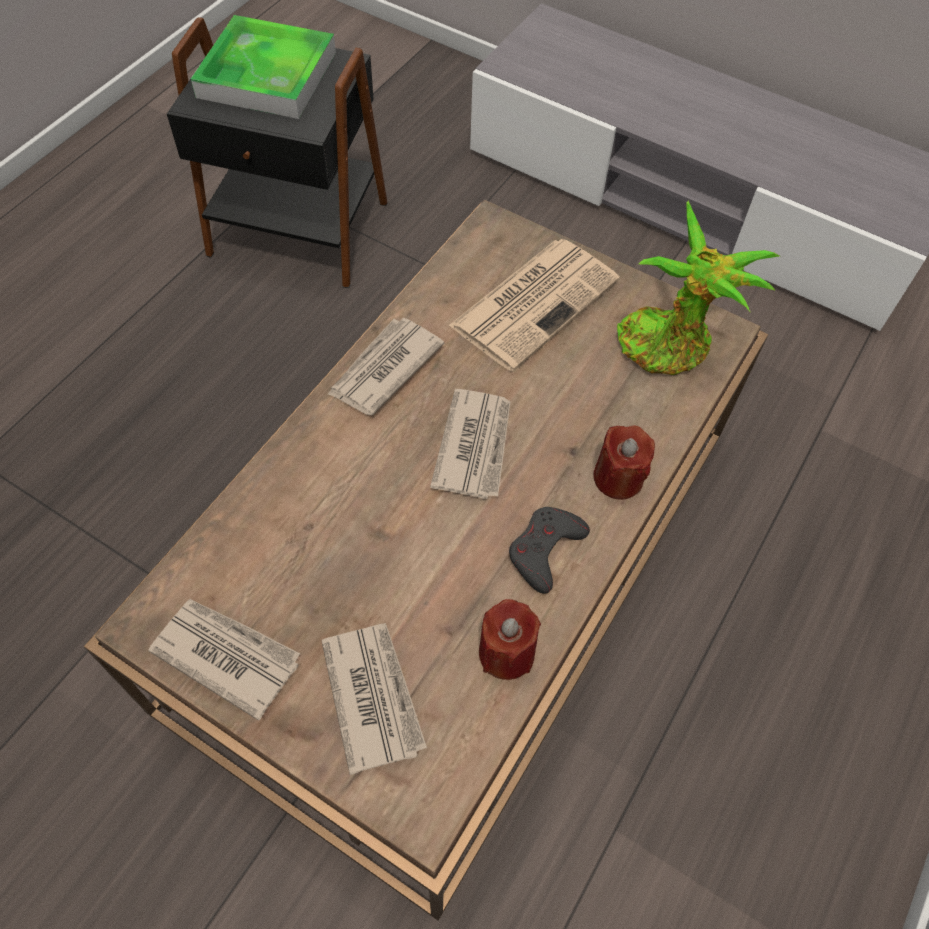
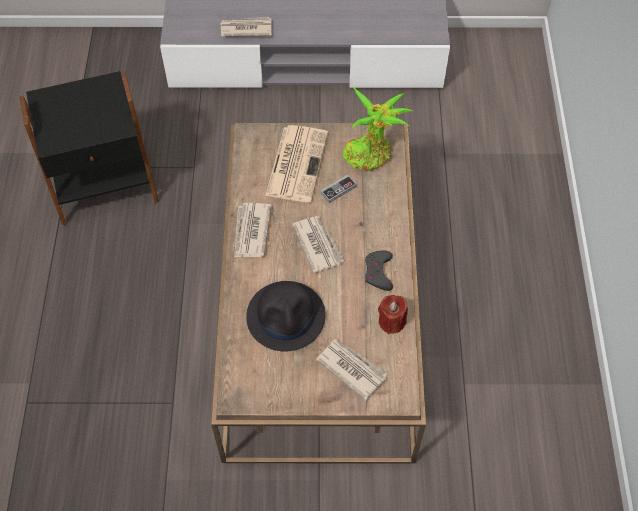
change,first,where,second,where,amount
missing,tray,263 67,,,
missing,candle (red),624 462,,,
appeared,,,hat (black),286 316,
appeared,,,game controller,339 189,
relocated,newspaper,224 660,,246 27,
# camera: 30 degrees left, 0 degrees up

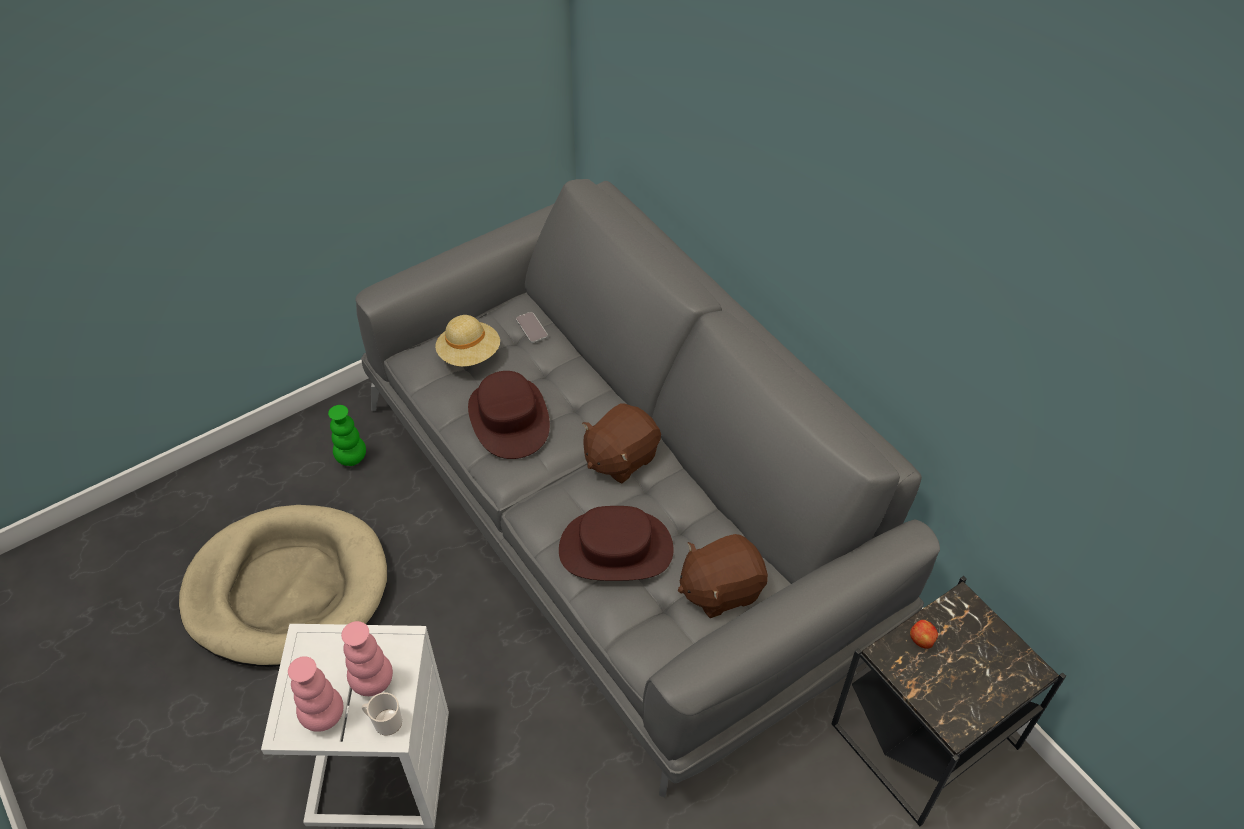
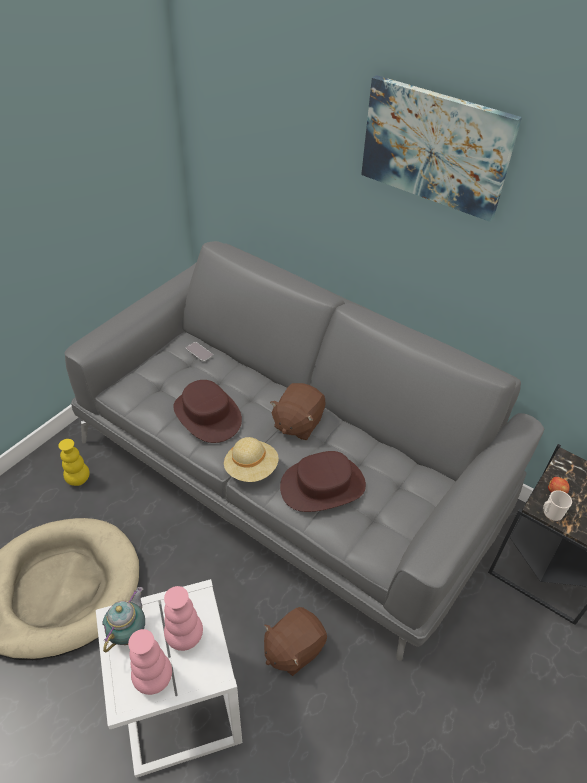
change,first,where,second,where,amount
appeared,,,teapot,123 620,
appeared,,,picture,441 148,
relocated,mug,381 714,,557 505,
relocated,hat (beige),467 341,,251 459,
relocated,plush toy (brown),723 576,,295 641,
colour,vase (green),347 435,vase (yellow),74 462,
# camera: 20 degrees left, 5 degrees down

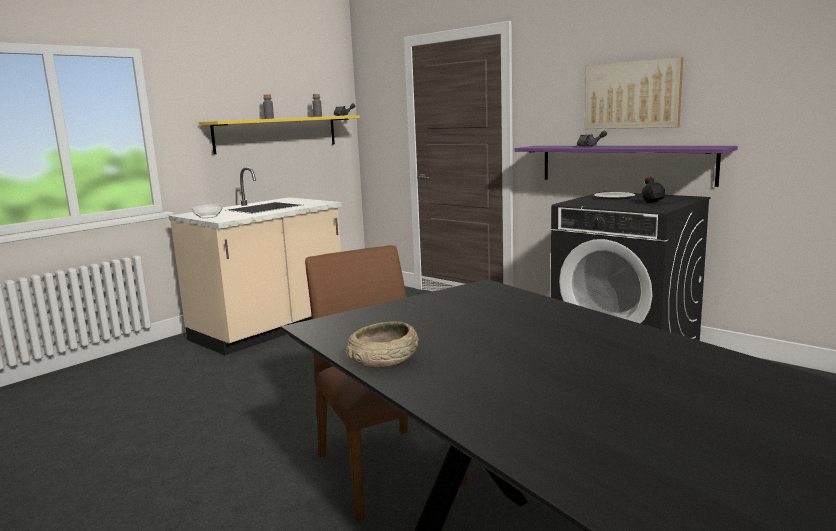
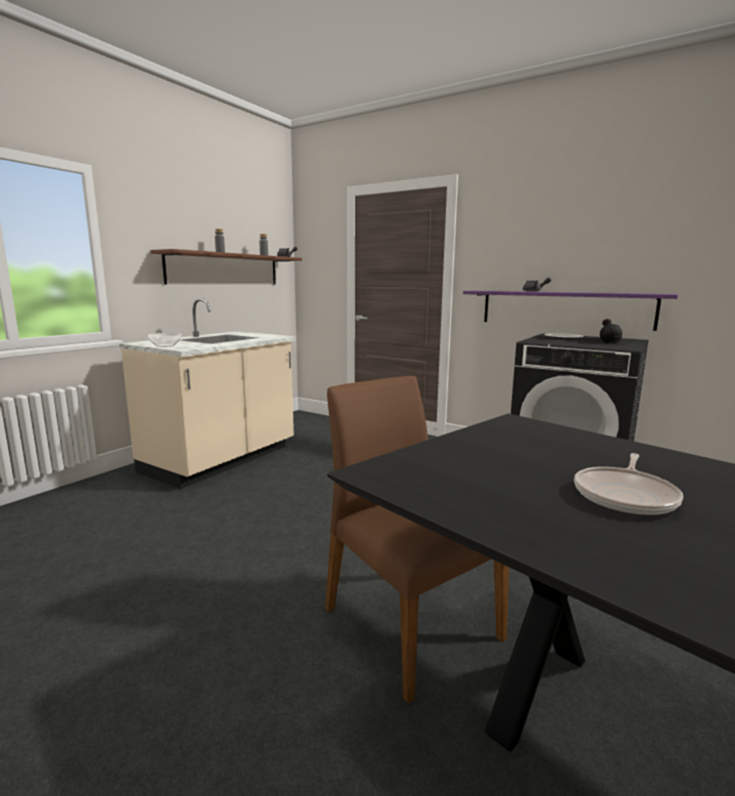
change,first,where,second,where,amount
missing,bowl (beige),382 344,,,
missing,picture,634 93,,,
appeared,,,frying pan,628 484,
colour,shelf (yellow),279 134,shelf (brown),226 267,
# camera: 10 degrees left, 0 degrees up

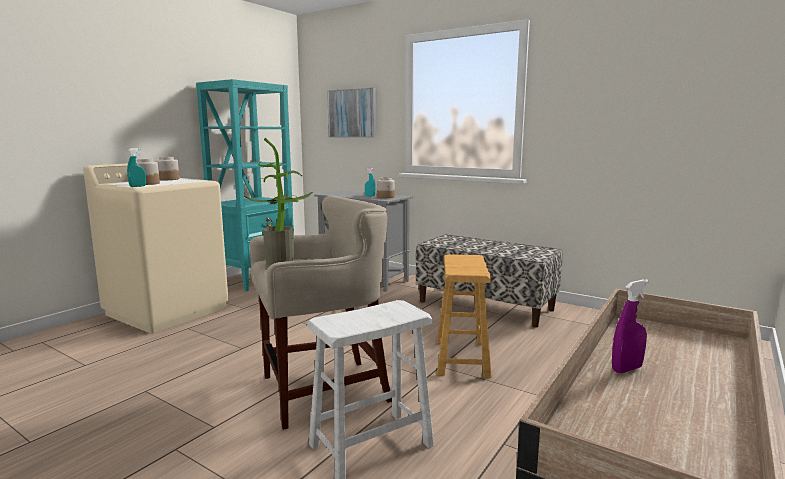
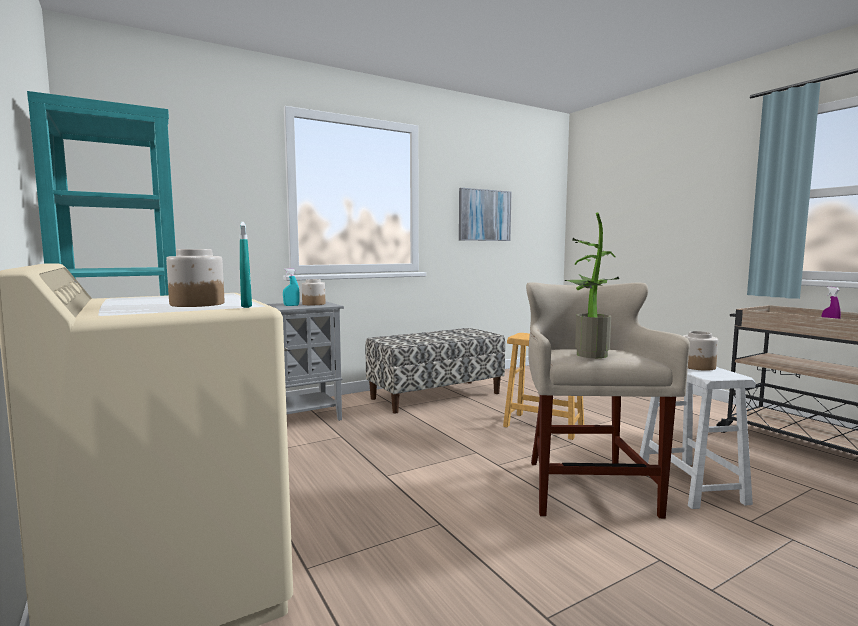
change,first,where,second,where,amount
relocated,jar,167 168,,700 351,
relocated,picture,351 113,,485 214,
# camera: 65 degrees left, 5 degrees down

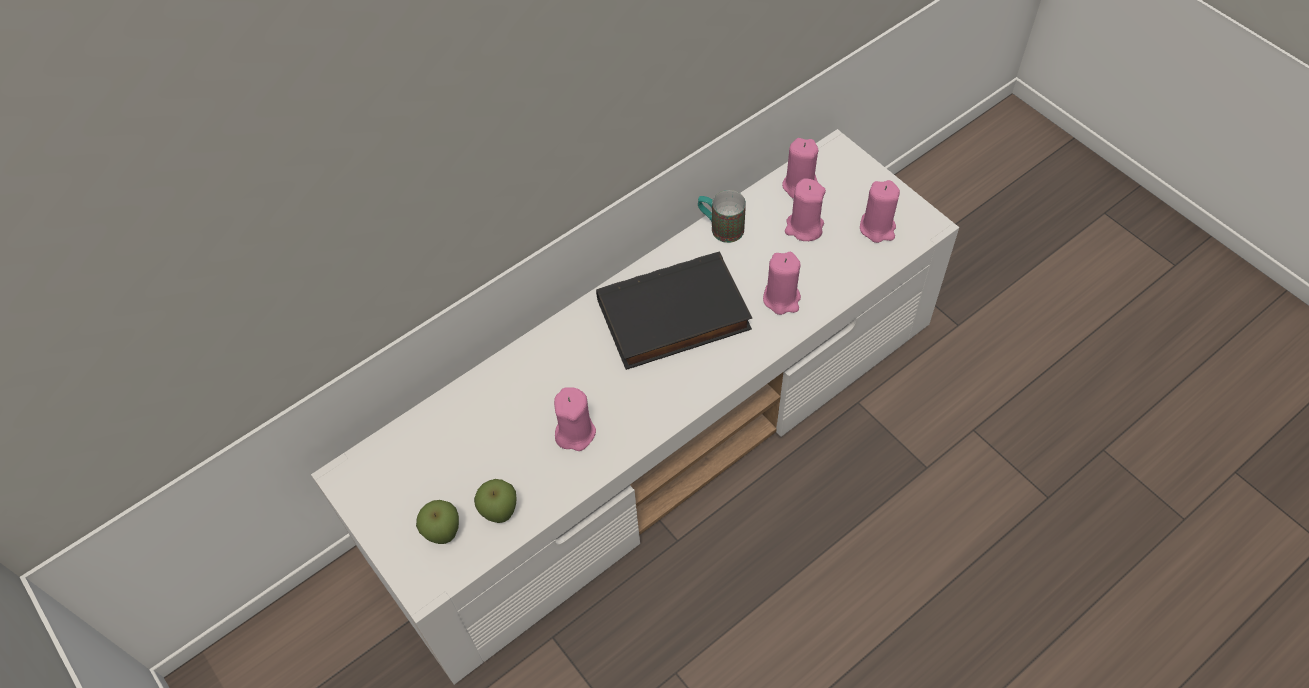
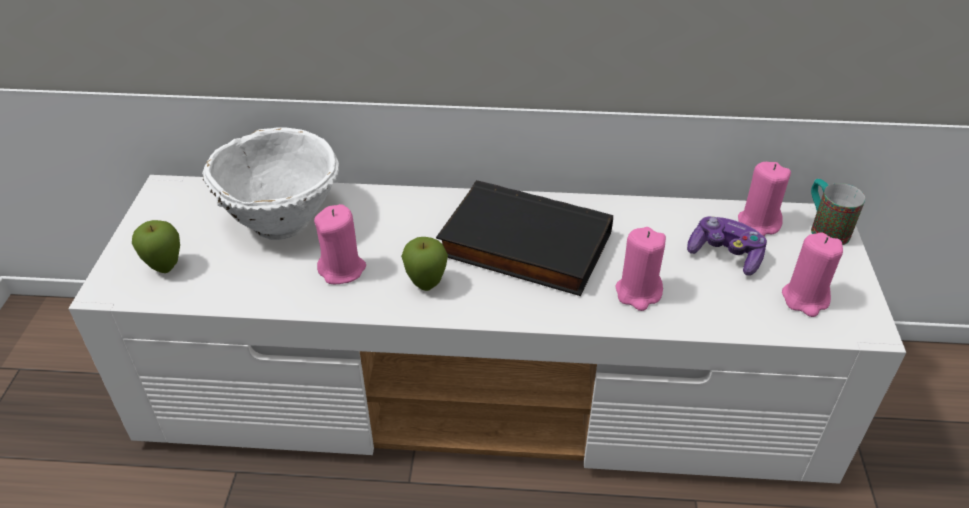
change,first,where,second,where,amount
appeared,,,bowl (white),270 183,
relocated,apple,495 501,,424 264,
relocated,mug,722 216,,838 212,
exchanged,candle (pink),805 210,game controller,727 246,
# camera: 40 degrees right, 15 degrees down

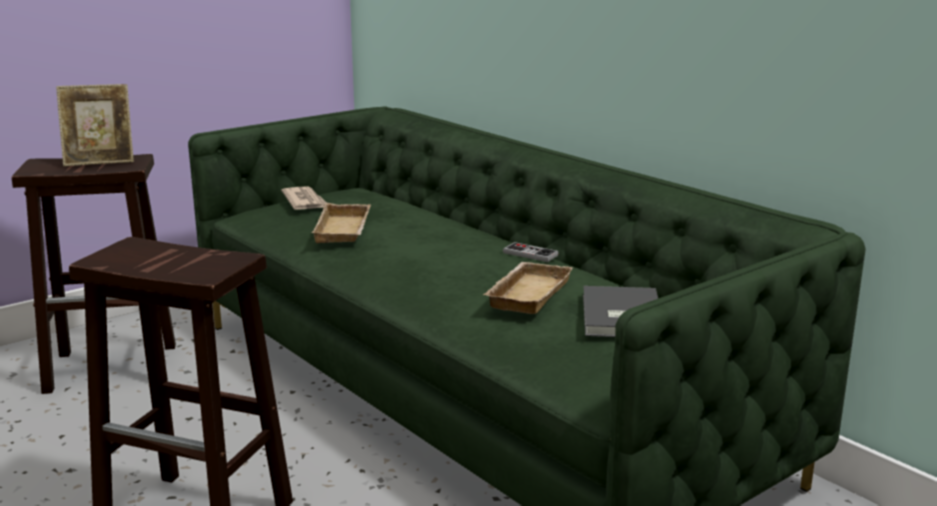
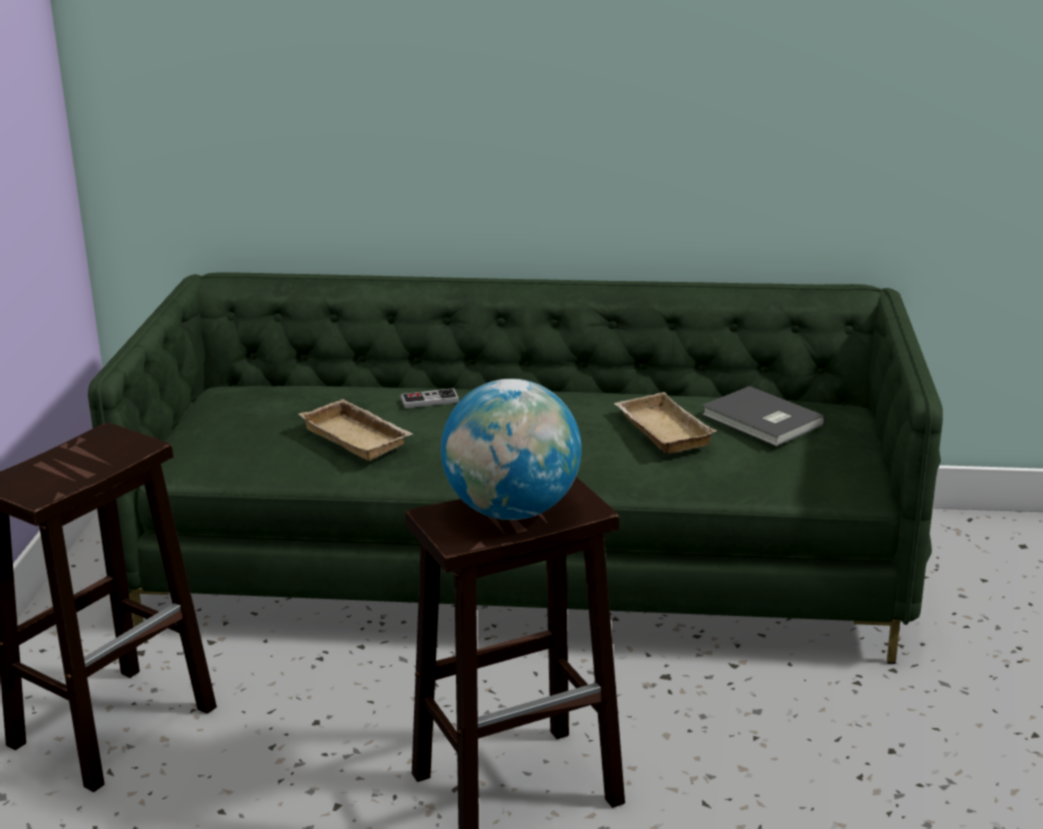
change,first,where,second,where,amount
missing,picture frame,95 125,,,
missing,newspaper,304 198,,,
appeared,,,globe,511 449,
relocated,game controller,531 252,,429 398,
# camera: 45 degrees left, 5 degrees up

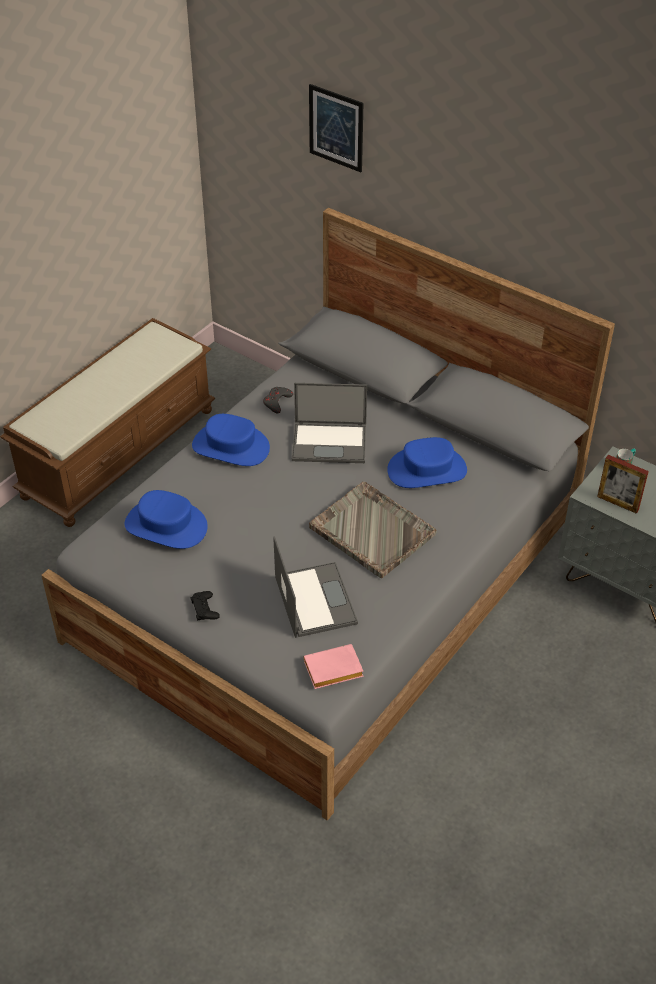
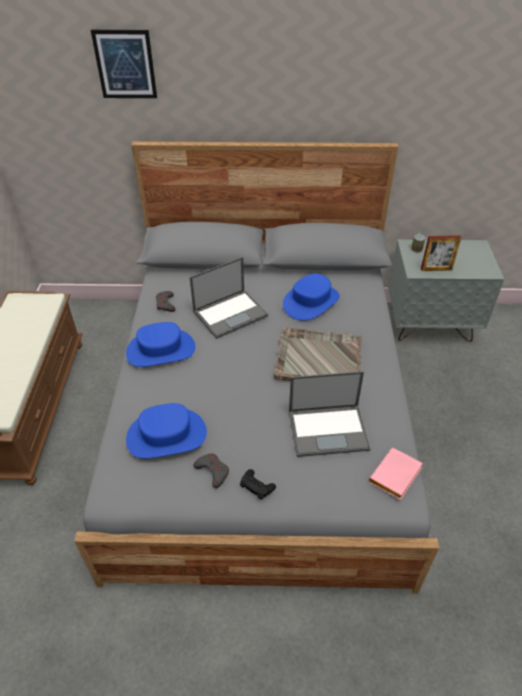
change,first,where,second,where,amount
appeared,,,game controller (grey),211 470,
spun,laptop,315 587,,330 414,135 degrees clockwise
# camera: 35 degrees left, 0 degrees up

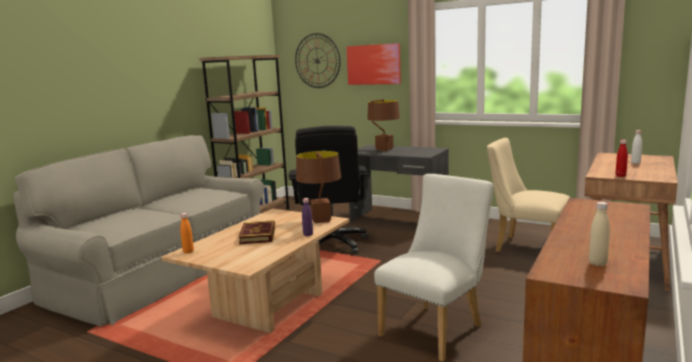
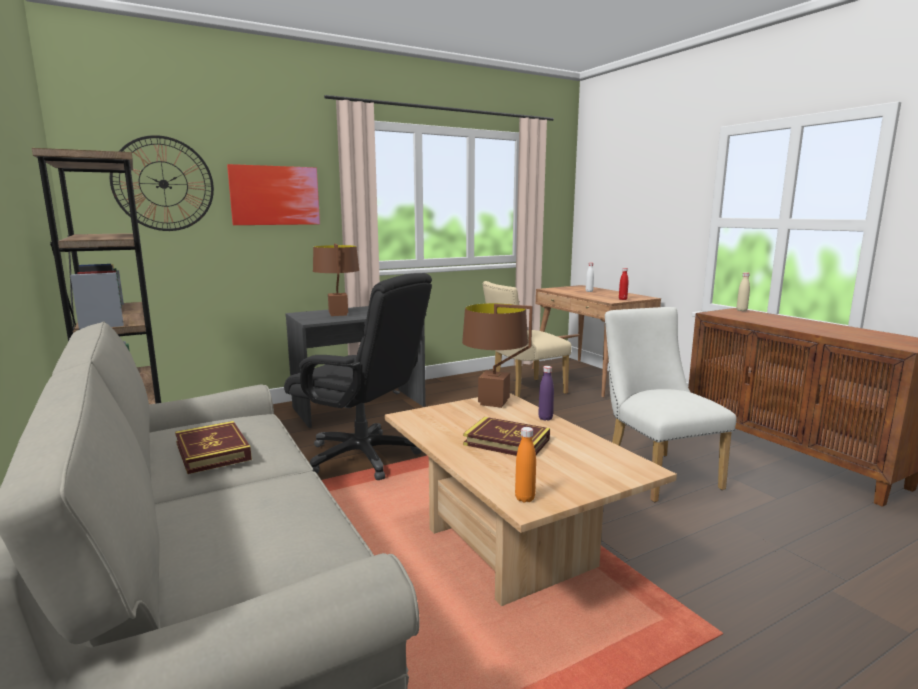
change,first,where,second,where,amount
appeared,,,book,213 447,
relocated,bottle (beige),599 234,,743 291,
# camera: 60 degrees left, 0 degrees up

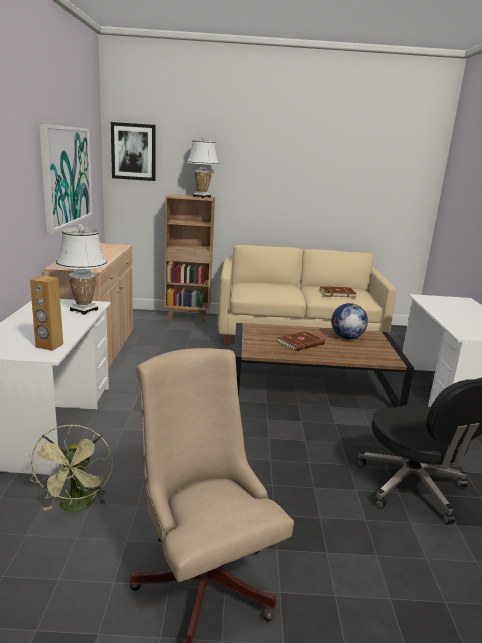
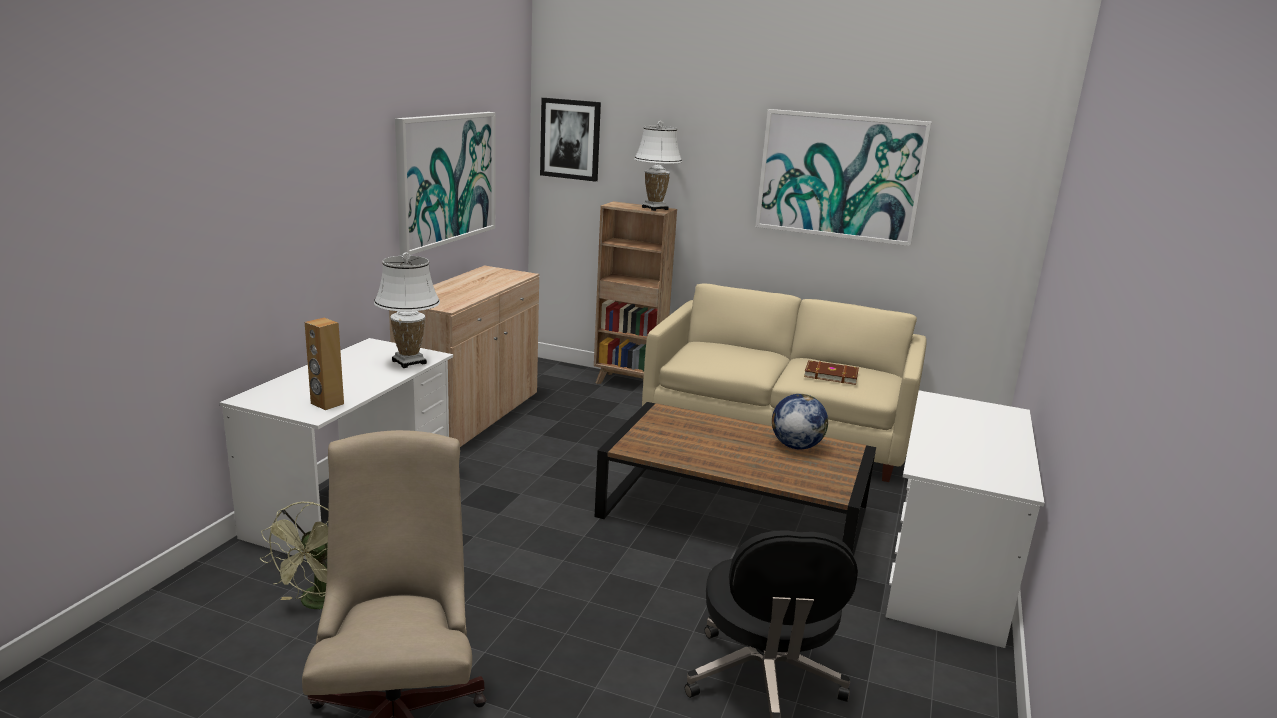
change,first,where,second,where,amount
missing,book (brown),301 341,,,
appeared,,,picture,843 177,
# camera: 20 degrees right, 0 degrees up

